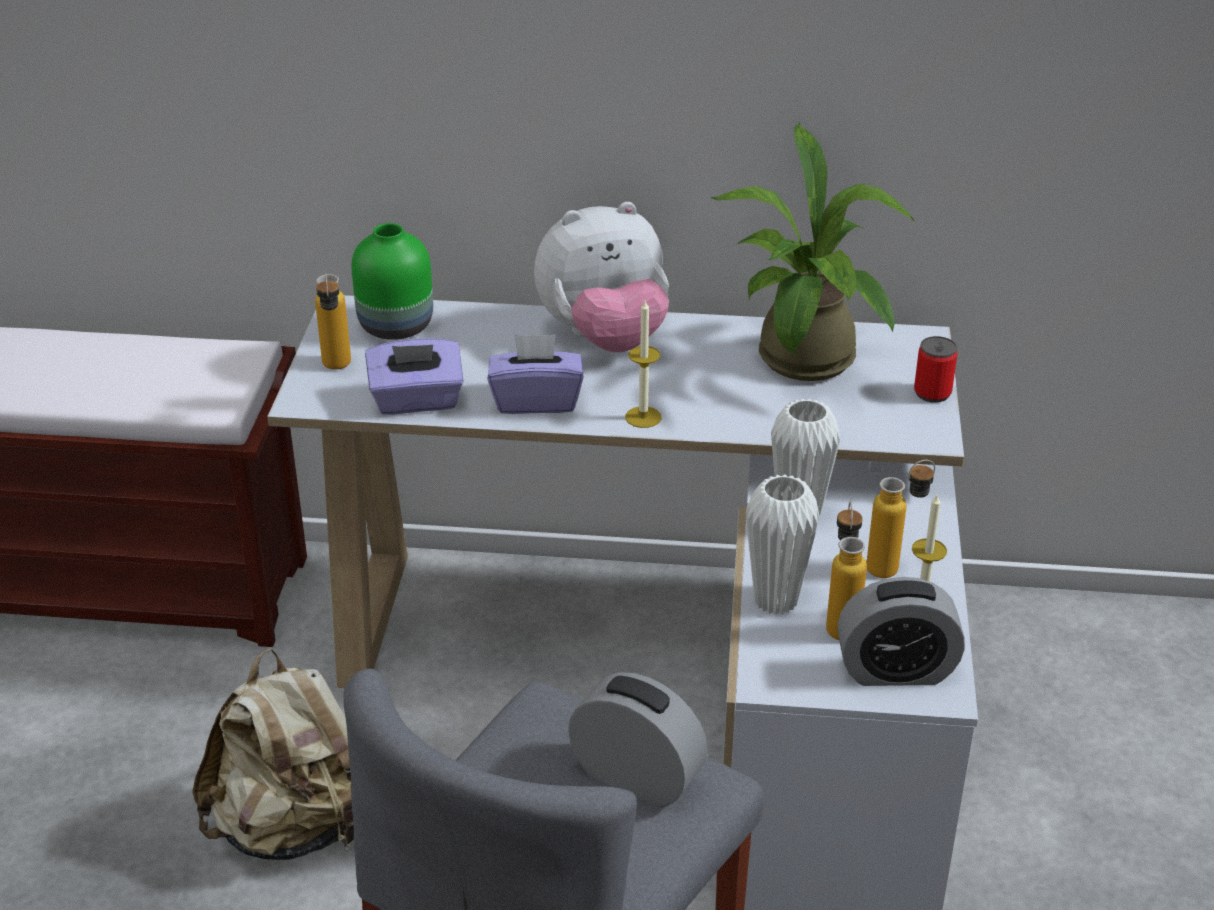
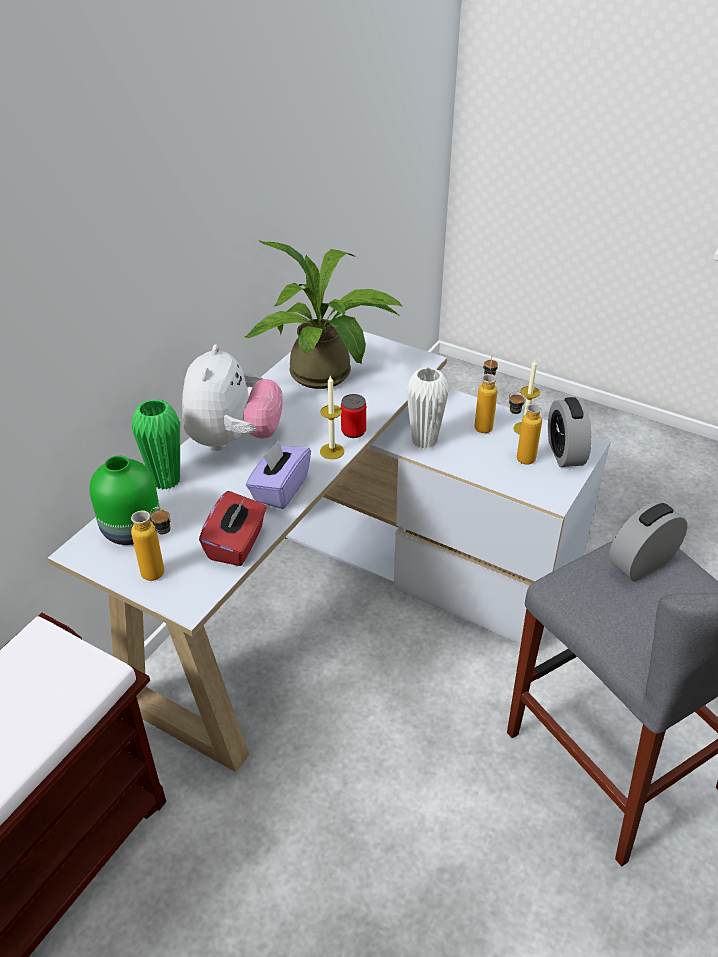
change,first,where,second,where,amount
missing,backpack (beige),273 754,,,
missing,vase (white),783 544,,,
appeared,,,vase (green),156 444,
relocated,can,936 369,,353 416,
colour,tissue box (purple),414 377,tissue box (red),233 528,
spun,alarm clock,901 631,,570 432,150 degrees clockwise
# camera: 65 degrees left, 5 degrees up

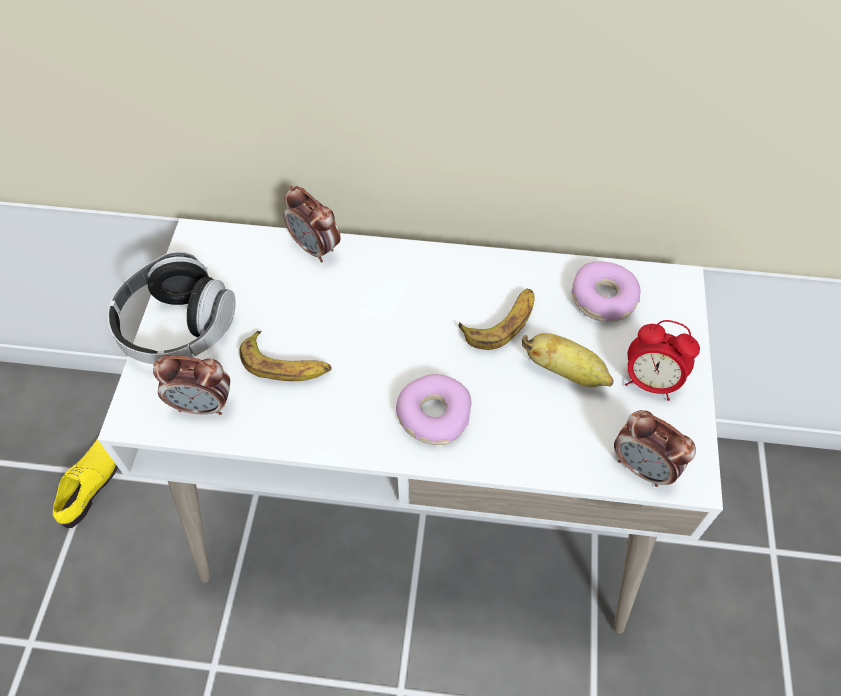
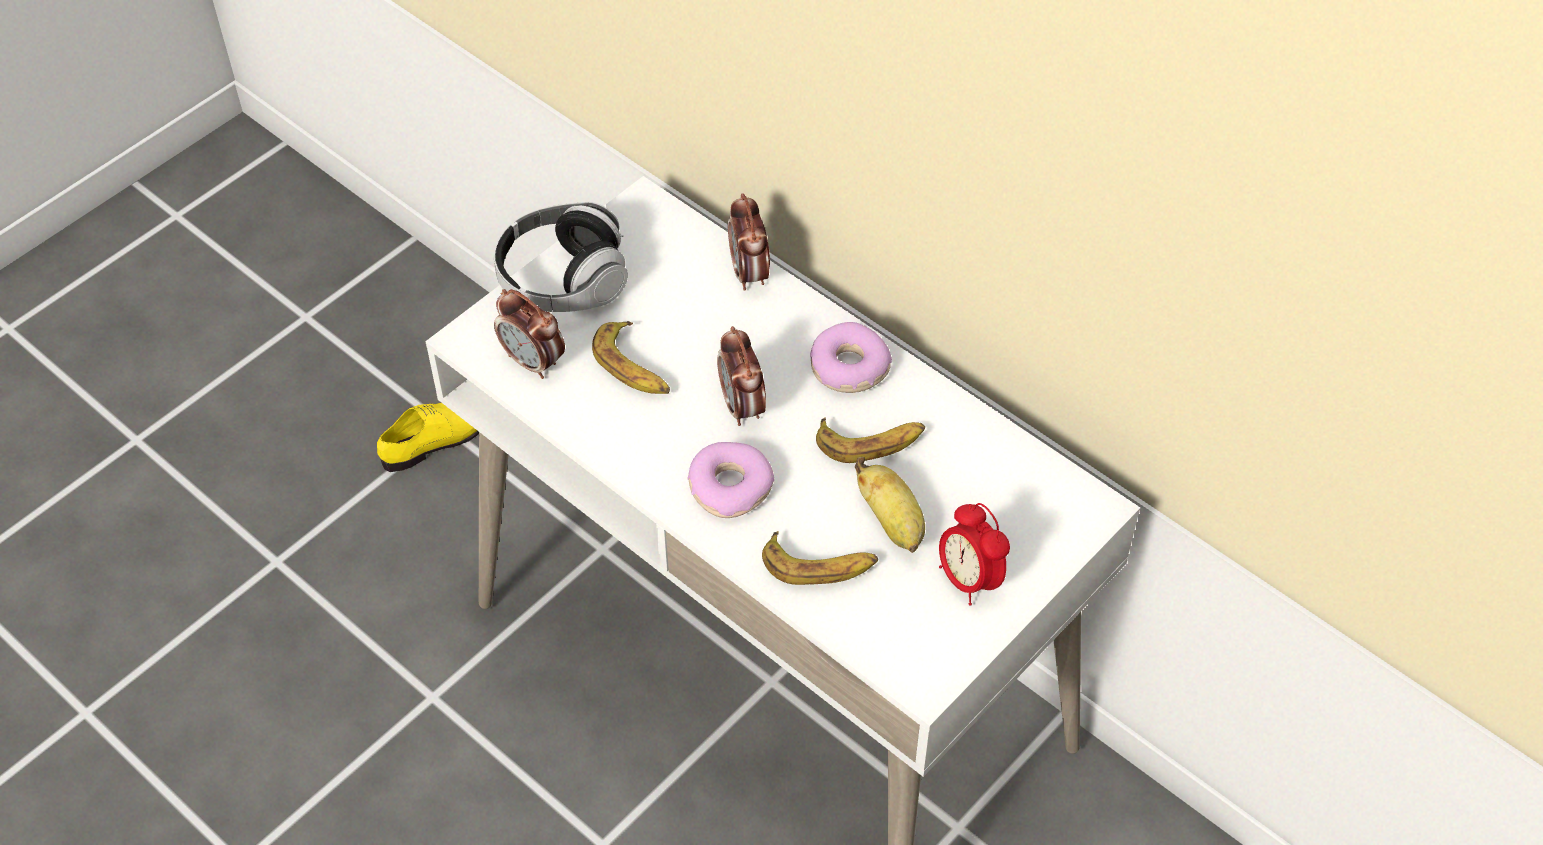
change,first,where,second,where,amount
appeared,,,banana,820 558,
relocated,donut,606 292,,851 357,
relocated,alarm clock,655 448,,741 376,
# camera: 35 degrees right, 5 degrees down

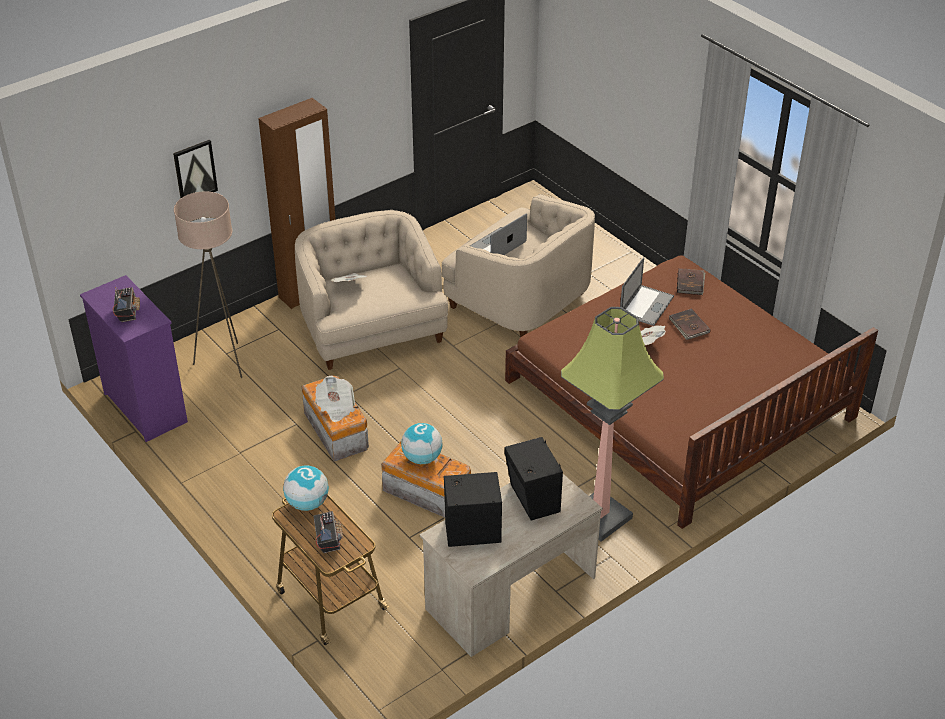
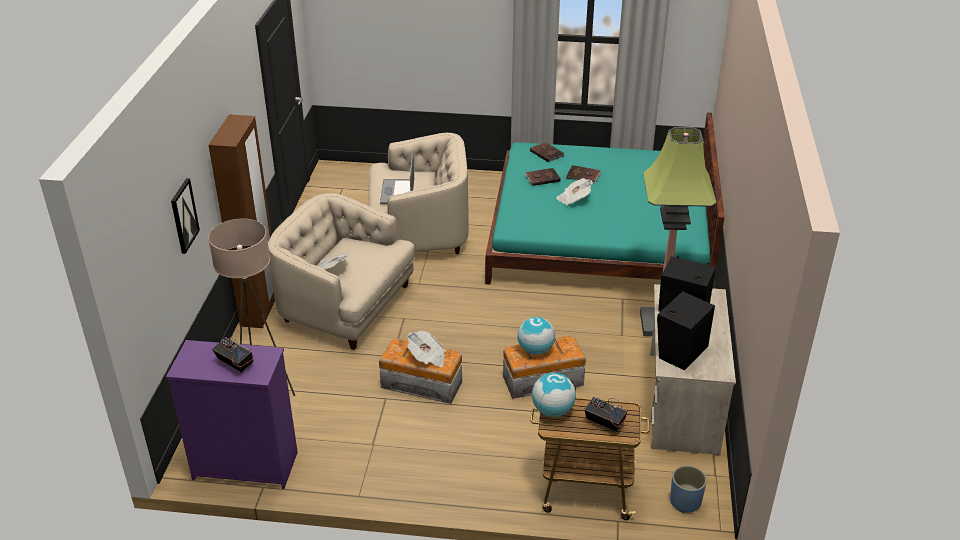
change,first,where,second,where,amount
appeared,,,planter (blue),688 489,
exchanged,laptop,647 291,book (brown),543 177,
colour,bed (brown),691 392,bed (turquoise),605 200,
# camera: 45 degrees left, 5 degrees down

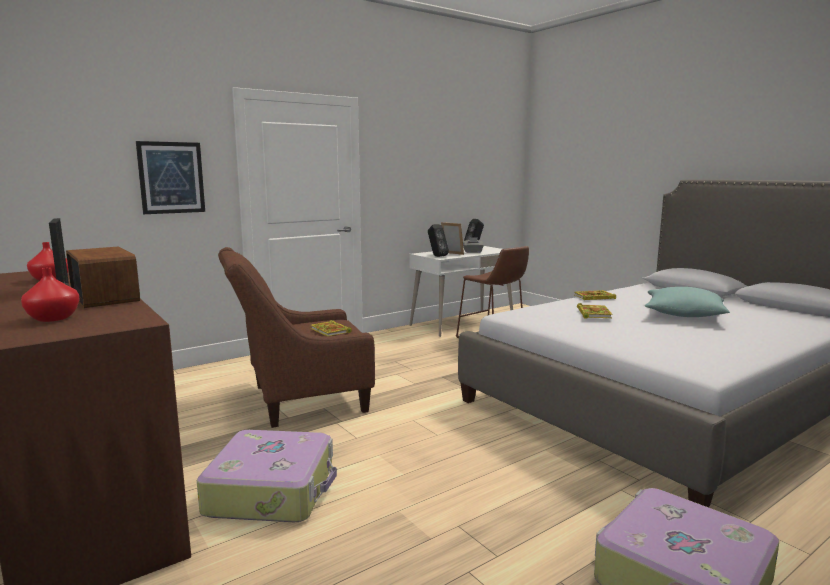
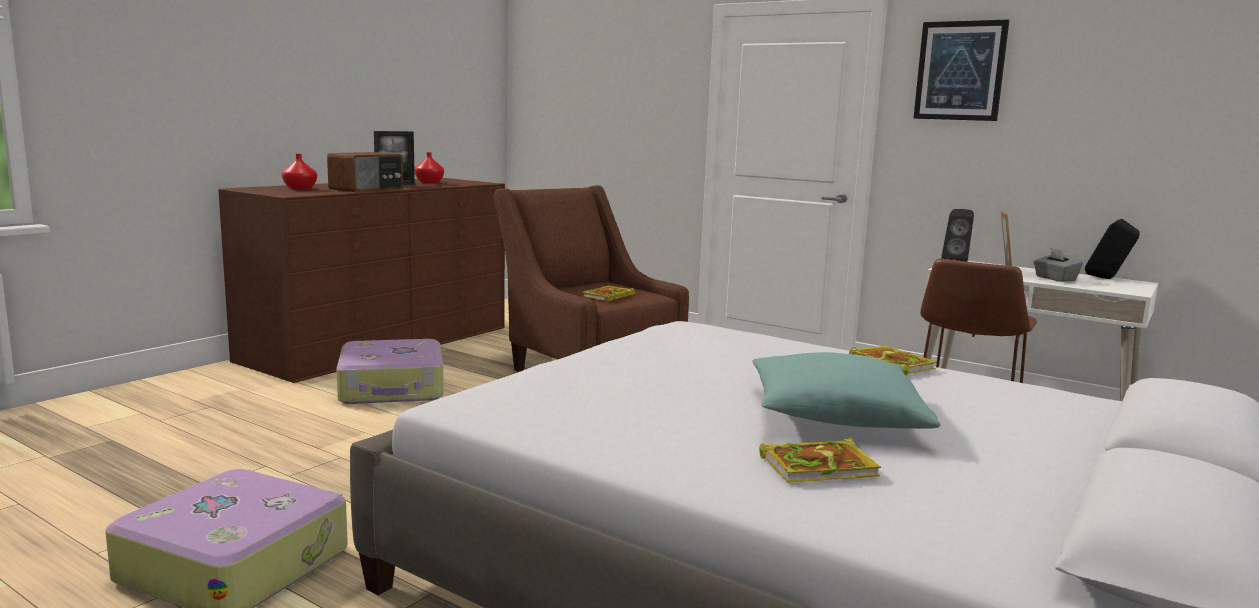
change,first,where,second,where,amount
relocated,picture,170 177,,961 70,
relocated,book,595 311,,820 460,
# camera: 70 degrees right, 0 degrees up

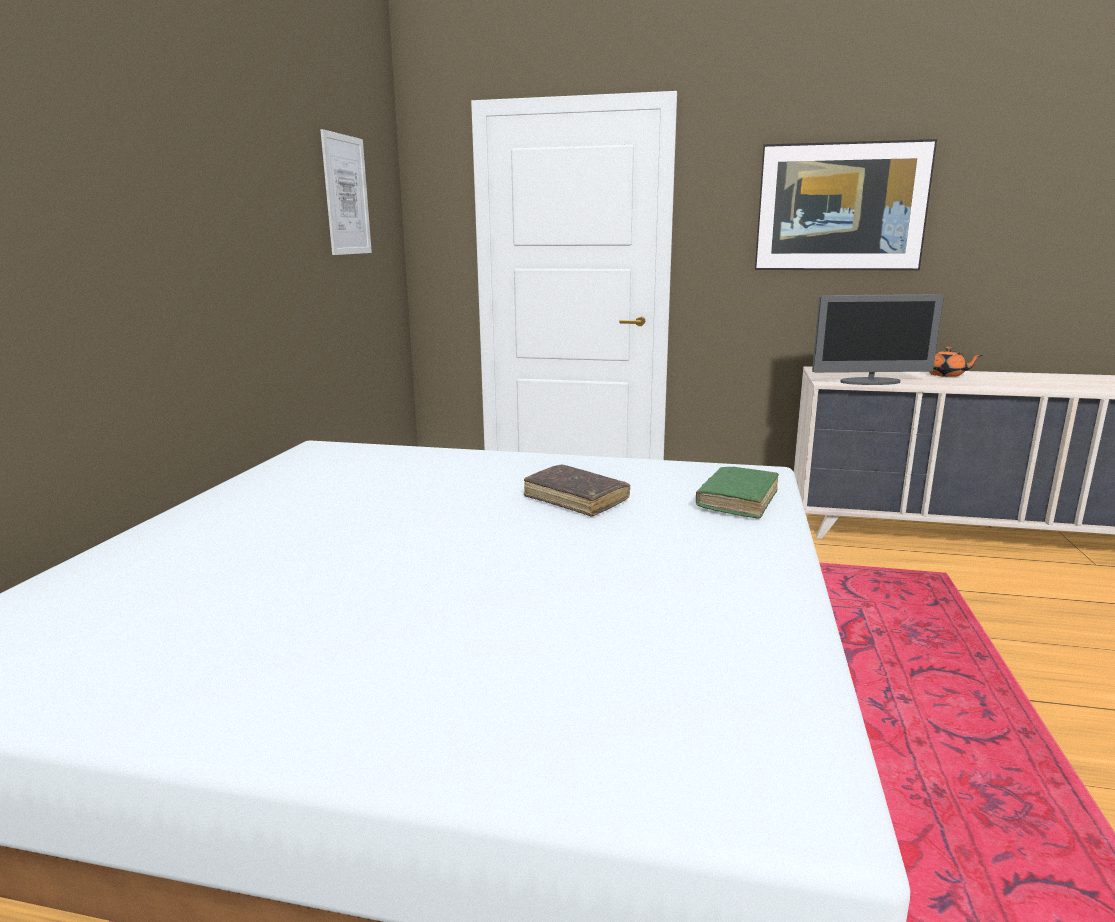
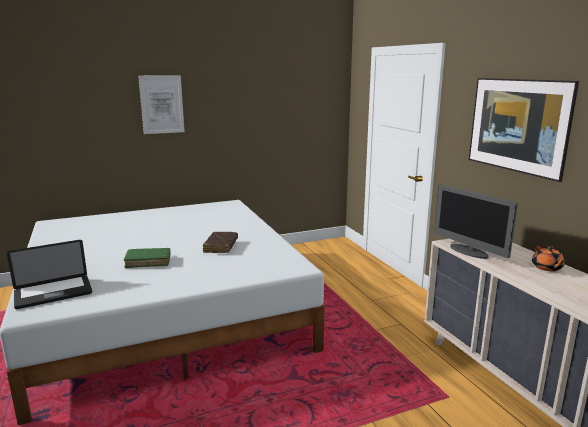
change,first,where,second,where,amount
appeared,,,laptop,49 274,
relocated,picture,346 192,,161 104,
relocated,book (green),737 492,,147 258,
# camera: 55 degrees right, 0 degrees up

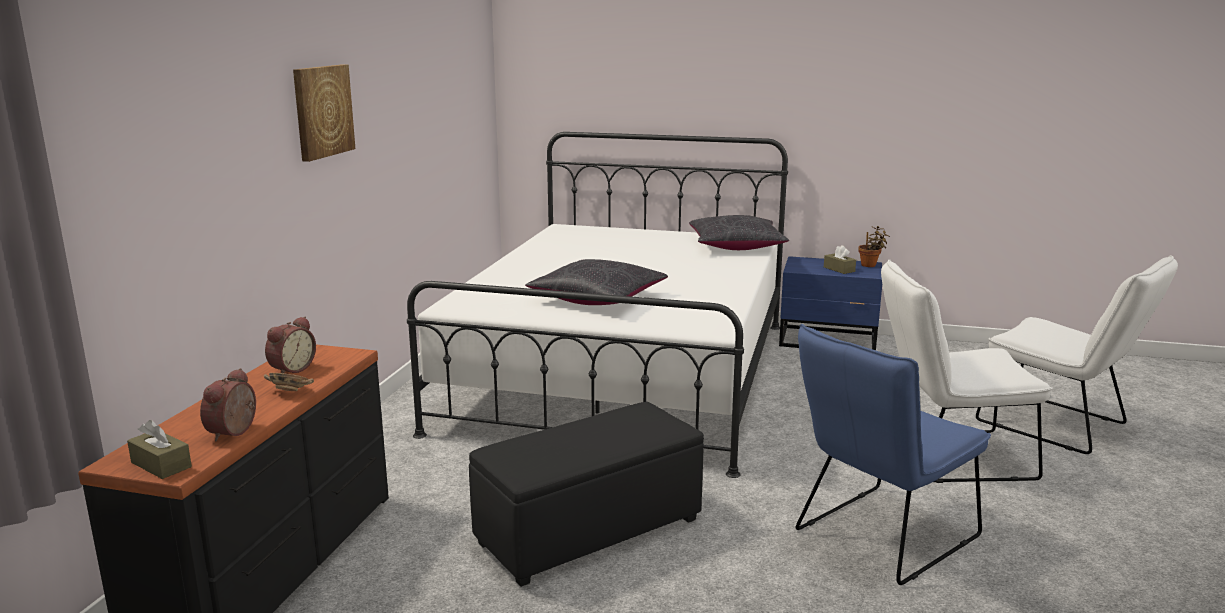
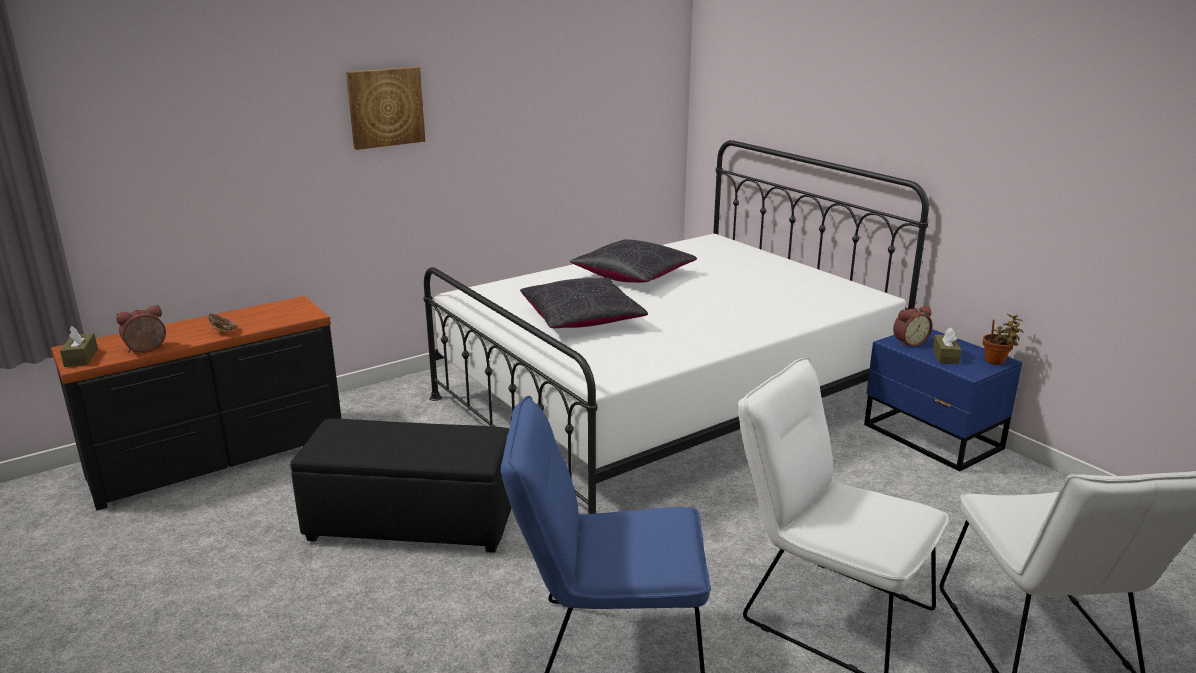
change,first,where,second,where,amount
relocated,alarm clock,290 345,,913 326,
relocated,pillow (black),739 232,,633 261,
# camera: 40 degrees right, 5 degrees up

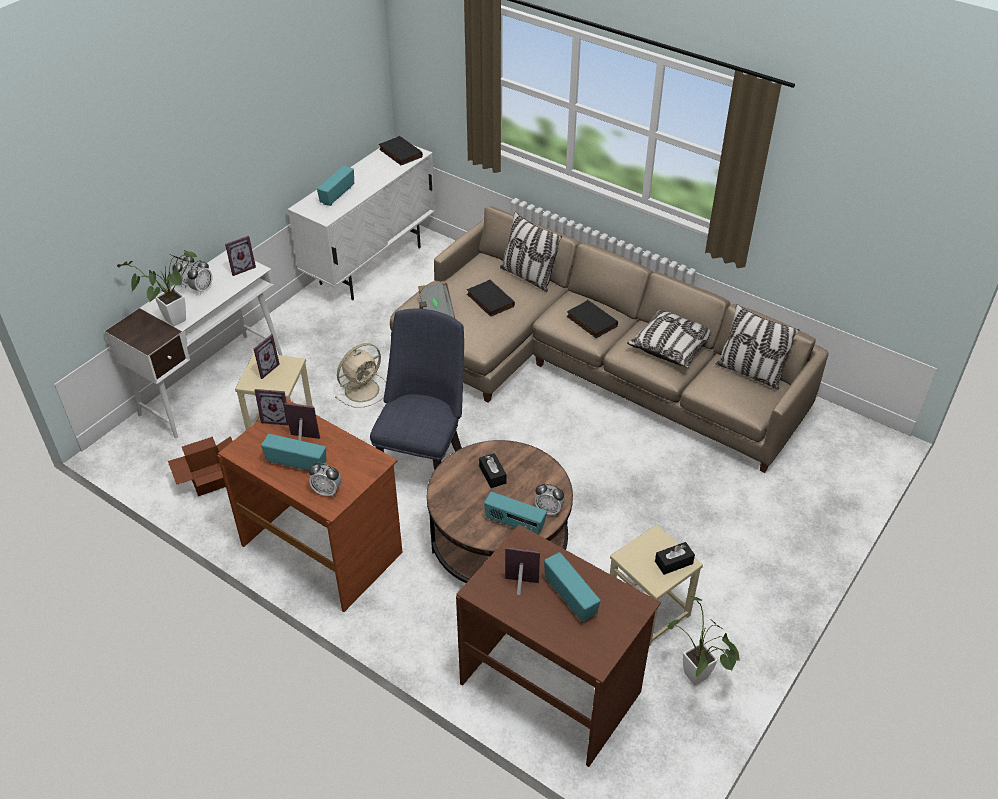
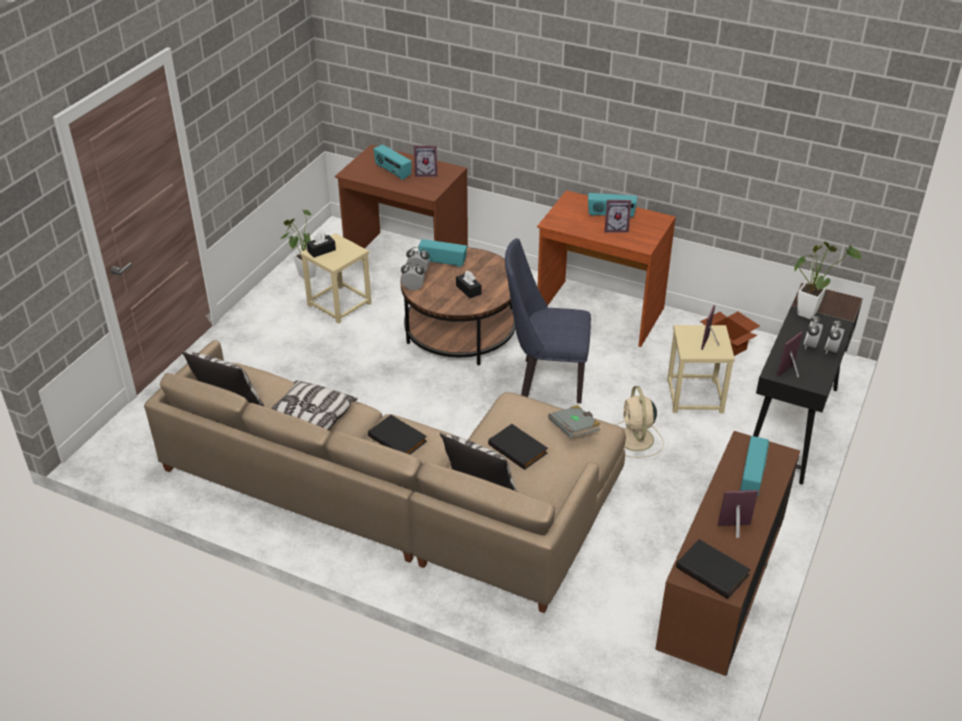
change,first,where,second,where,amount
relocated,picture frame,272 407,,738 514,
relocated,alarm clock,325 480,,413 277,
colour,desk (white),194 344,desk (black),808 384,
colour,cabinet (white),361 222,cabinet (brown),727 553,
spun,fan (beige),360 375,,640 422,45 degrees counterclockwise
spun,chair (blue),417 389,,548 320,90 degrees clockwise
# camera: 170 degrees right, 5 degrees down

